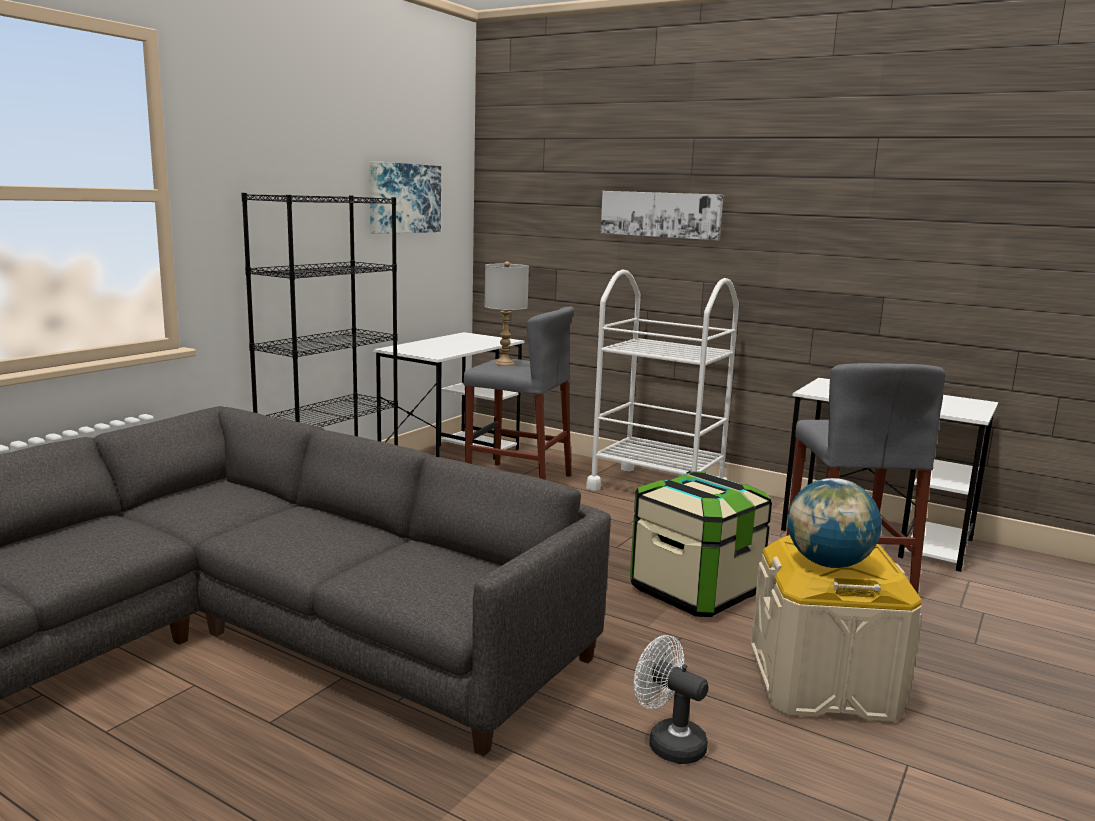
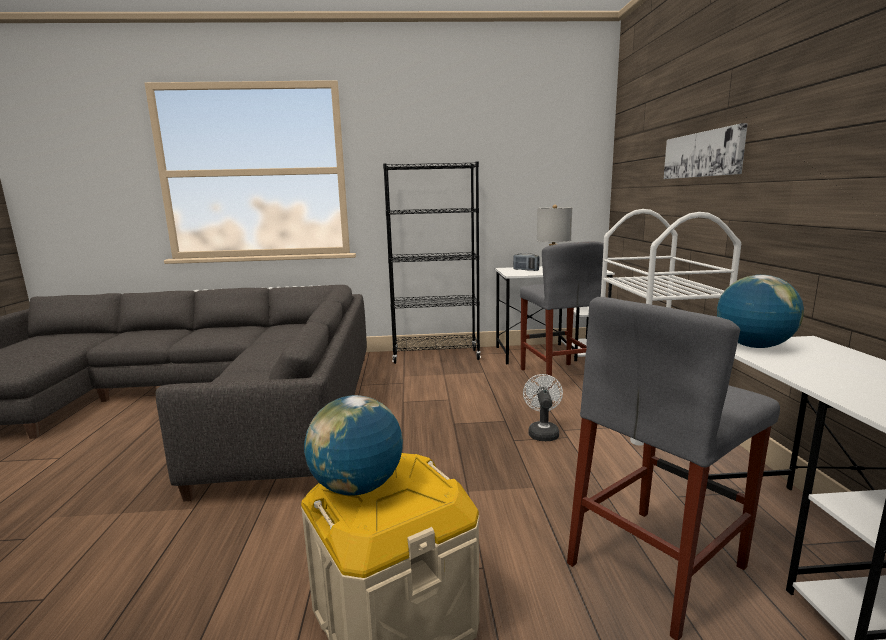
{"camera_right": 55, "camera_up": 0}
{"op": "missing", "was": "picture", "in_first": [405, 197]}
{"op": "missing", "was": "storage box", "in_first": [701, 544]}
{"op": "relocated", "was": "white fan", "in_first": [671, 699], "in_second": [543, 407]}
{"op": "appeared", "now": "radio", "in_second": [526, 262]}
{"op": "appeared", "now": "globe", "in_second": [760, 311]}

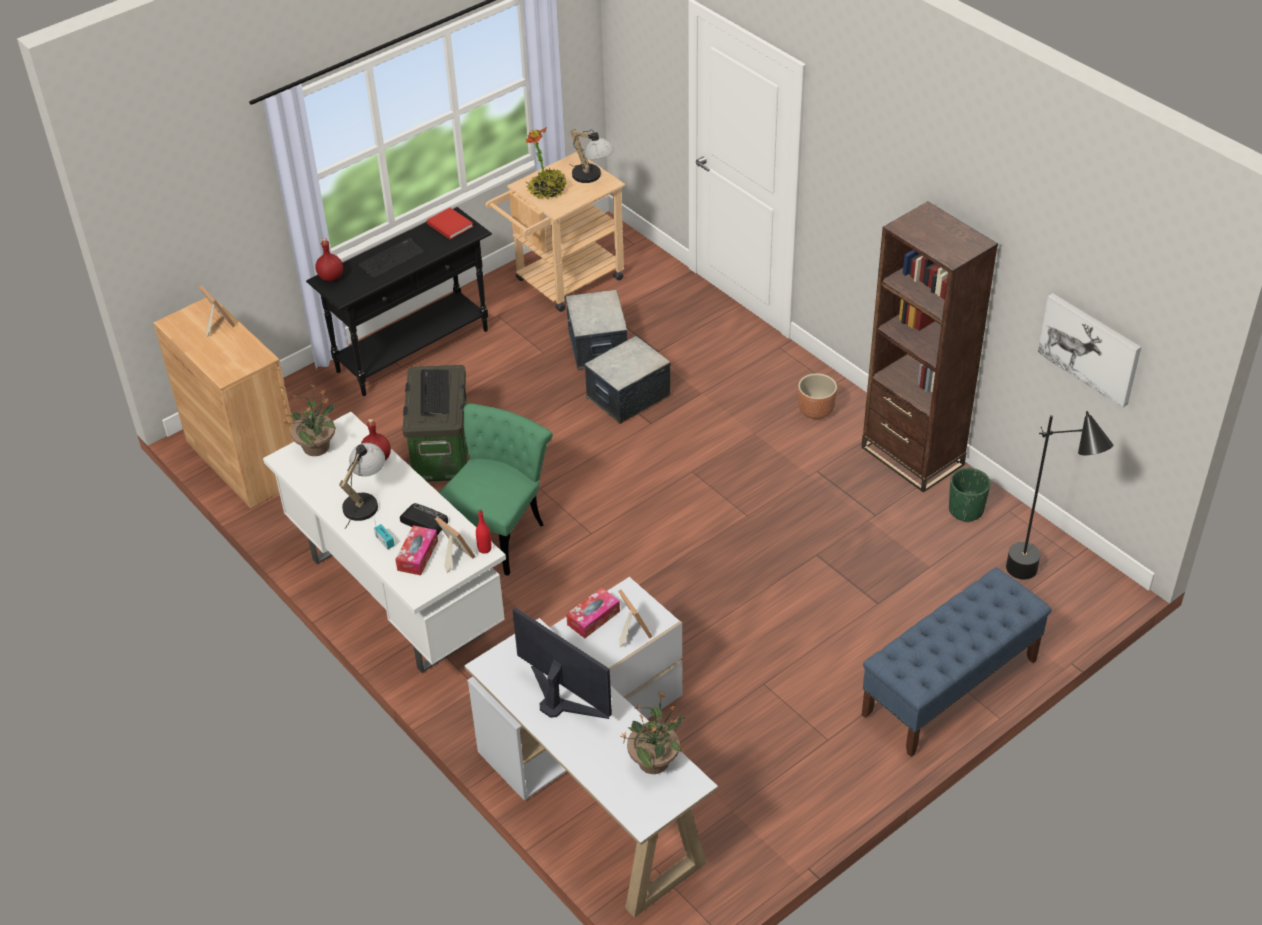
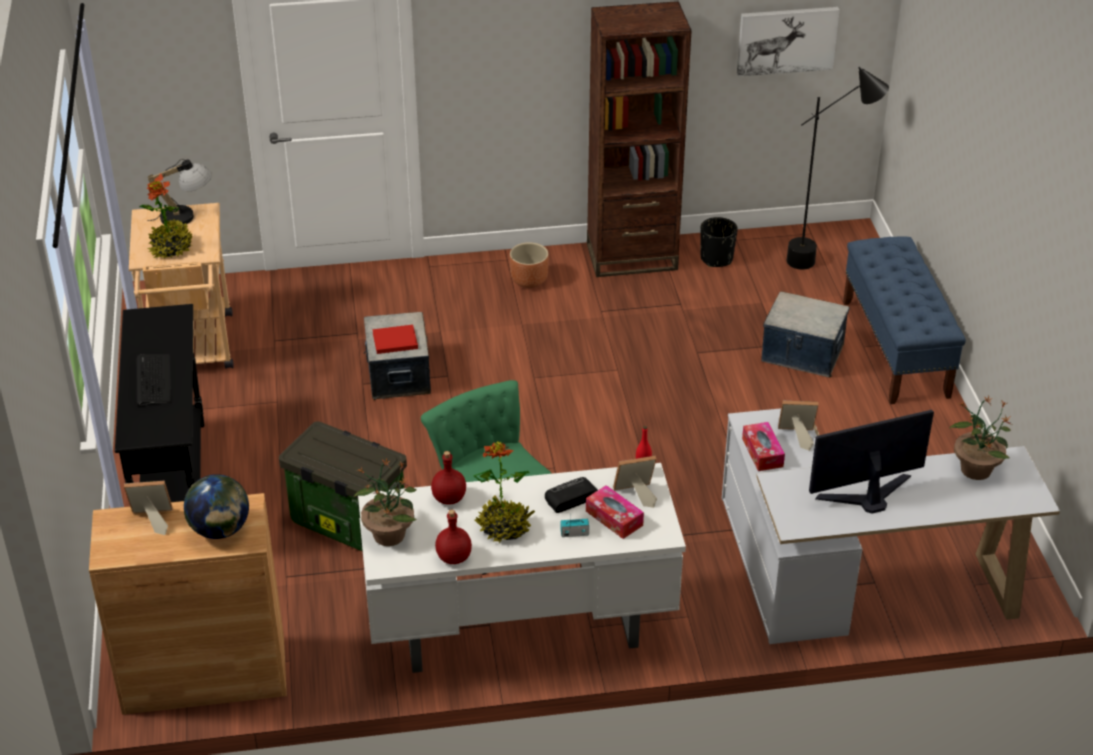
{"camera_right": -60, "camera_up": -5}
{"op": "relocated", "was": "red book", "in_first": [450, 223], "in_second": [395, 339]}
{"op": "relocated", "was": "red bottle", "in_first": [329, 260], "in_second": [453, 537]}
{"op": "relocated", "was": "storage box", "in_first": [596, 330], "in_second": [805, 334]}
{"op": "missing", "was": "keyboard", "in_first": [435, 392]}
{"op": "exchanged", "was": "table lamp", "now": "potted plant", "in_first": [362, 486], "in_second": [504, 492]}
{"op": "colour", "was": "green planter", "now": "black planter", "in_first": [970, 495], "in_second": [719, 242]}
{"op": "appeared", "now": "globe", "in_second": [216, 506]}

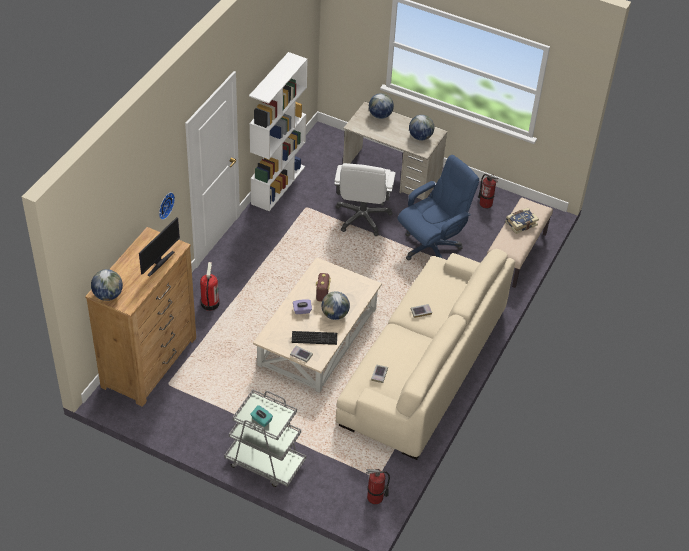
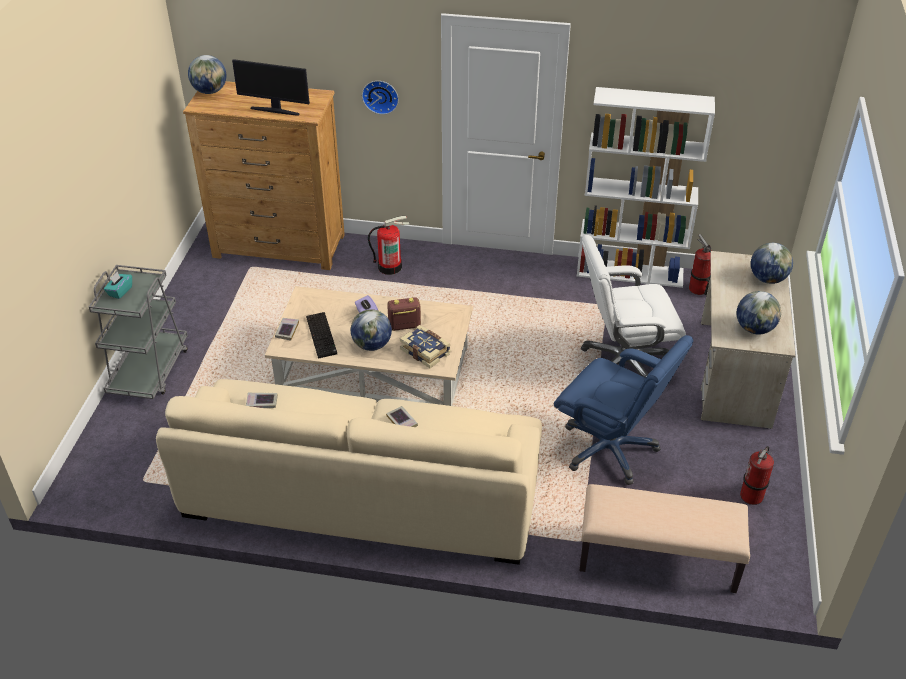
{"camera_right": 75, "camera_up": -5}
{"op": "relocated", "was": "book", "in_first": [522, 221], "in_second": [425, 346]}
{"op": "relocated", "was": "fire extinguisher", "in_first": [378, 486], "in_second": [700, 264]}

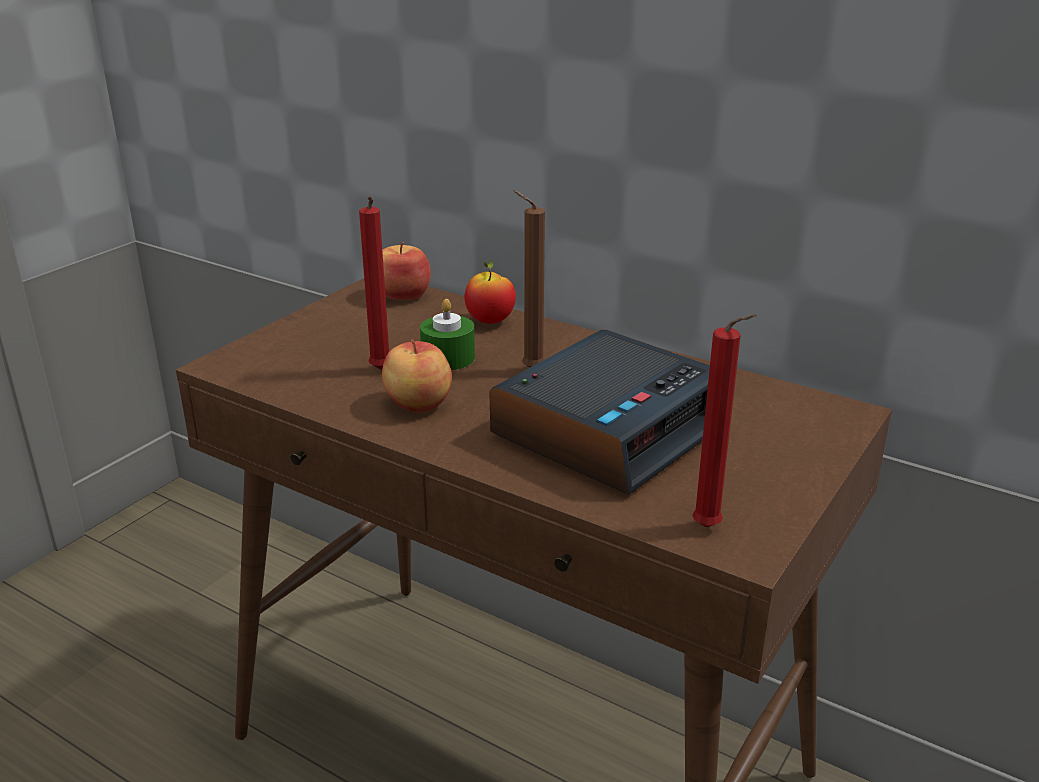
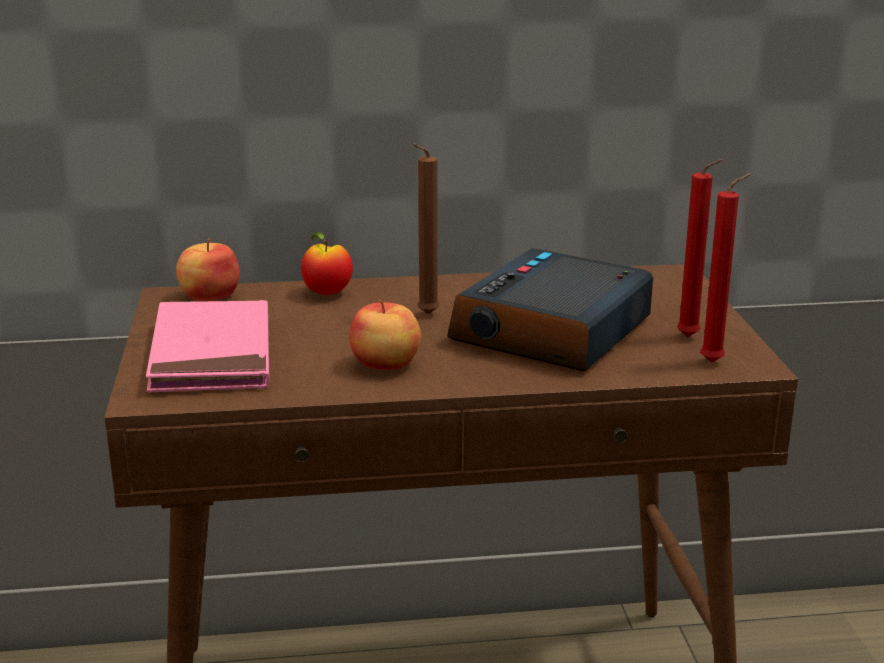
{"camera_right": -40, "camera_up": -5}
{"op": "relocated", "was": "red candle", "in_first": [374, 283], "in_second": [700, 248]}
{"op": "missing", "was": "green candle", "in_first": [447, 334]}
{"op": "spun", "was": "alarm clock", "in_first": [599, 412], "in_second": [550, 309], "clockwise": -150}
{"op": "appeared", "now": "pink book", "in_second": [207, 346]}

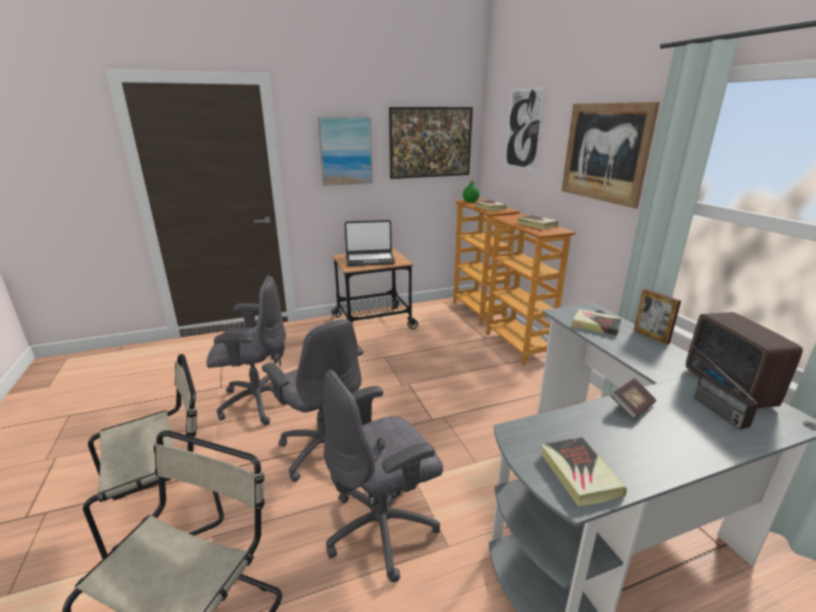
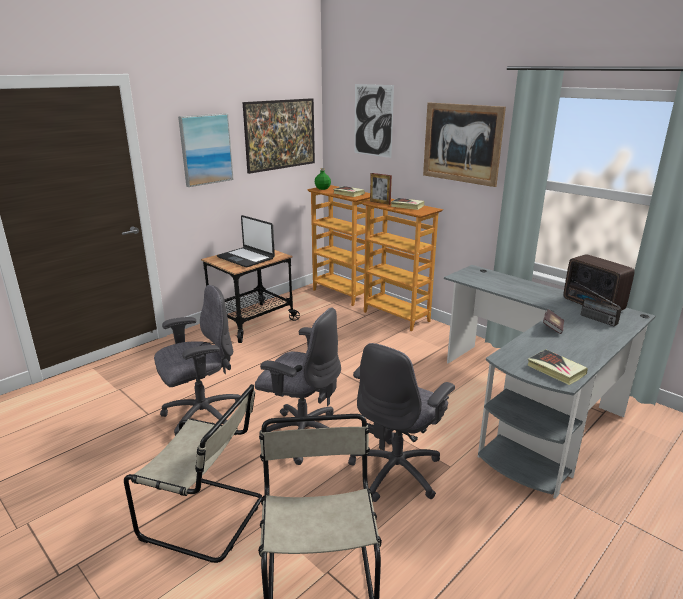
{"camera_right": -25, "camera_up": 0}
{"op": "spun", "was": "laptop", "in_first": [370, 243], "in_second": [246, 241], "clockwise": 75}
{"op": "relocated", "was": "picture frame", "in_first": [657, 317], "in_second": [381, 189]}
{"op": "missing", "was": "book", "in_first": [596, 322]}
{"op": "spun", "was": "beige chair", "in_first": [153, 456], "in_second": [193, 473], "clockwise": 75}

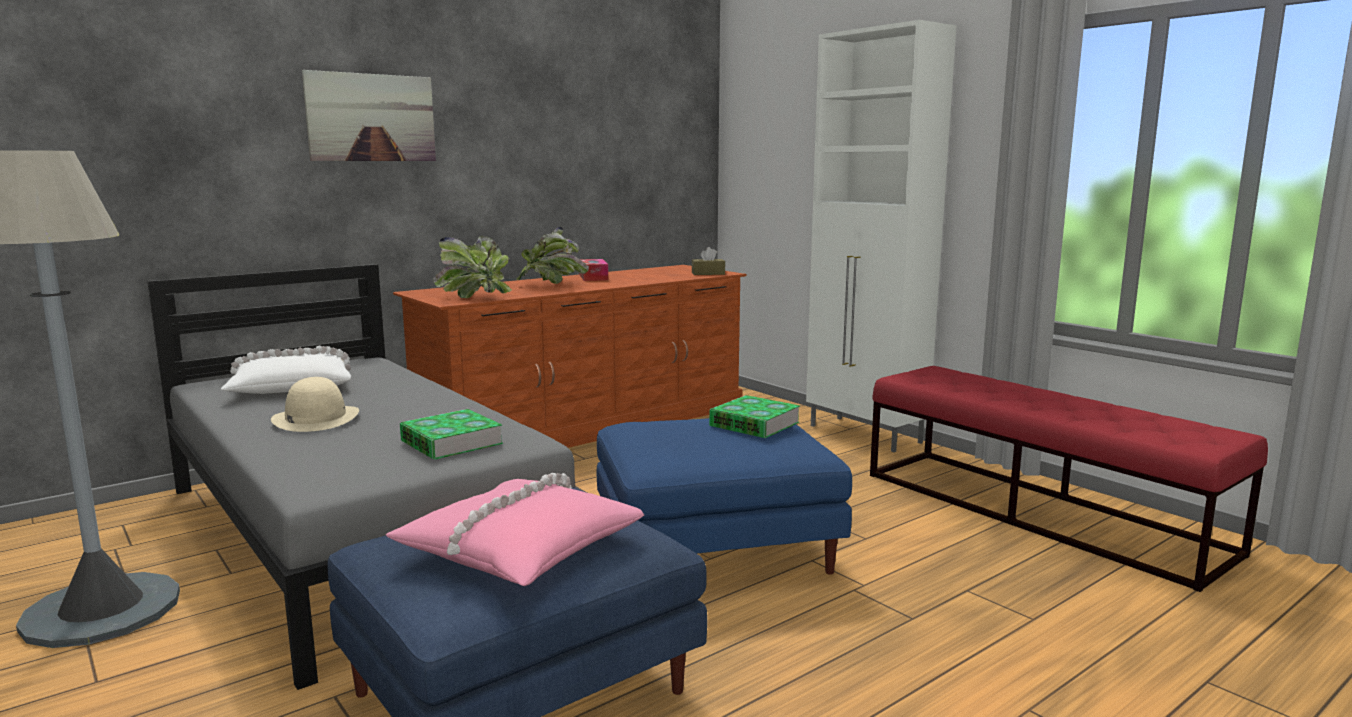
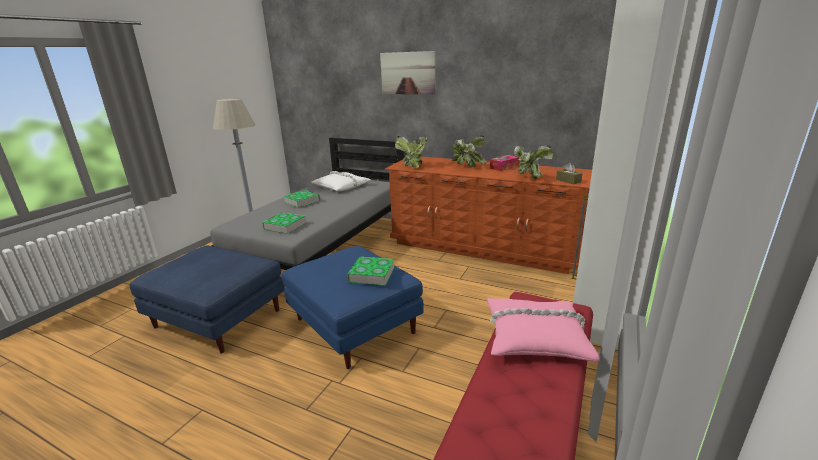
{"camera_right": 65, "camera_up": 10}
{"op": "exchanged", "was": "beige hat", "now": "book", "in_first": [315, 404], "in_second": [302, 199]}
{"op": "relocated", "was": "pink pillow", "in_first": [515, 529], "in_second": [543, 329]}
{"op": "appeared", "now": "potted plant", "in_second": [533, 162]}

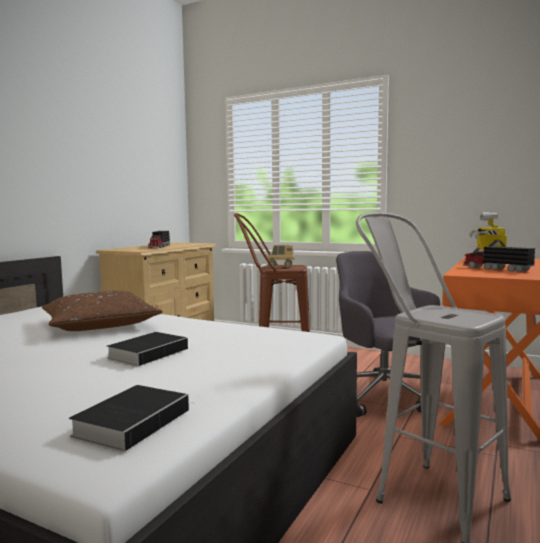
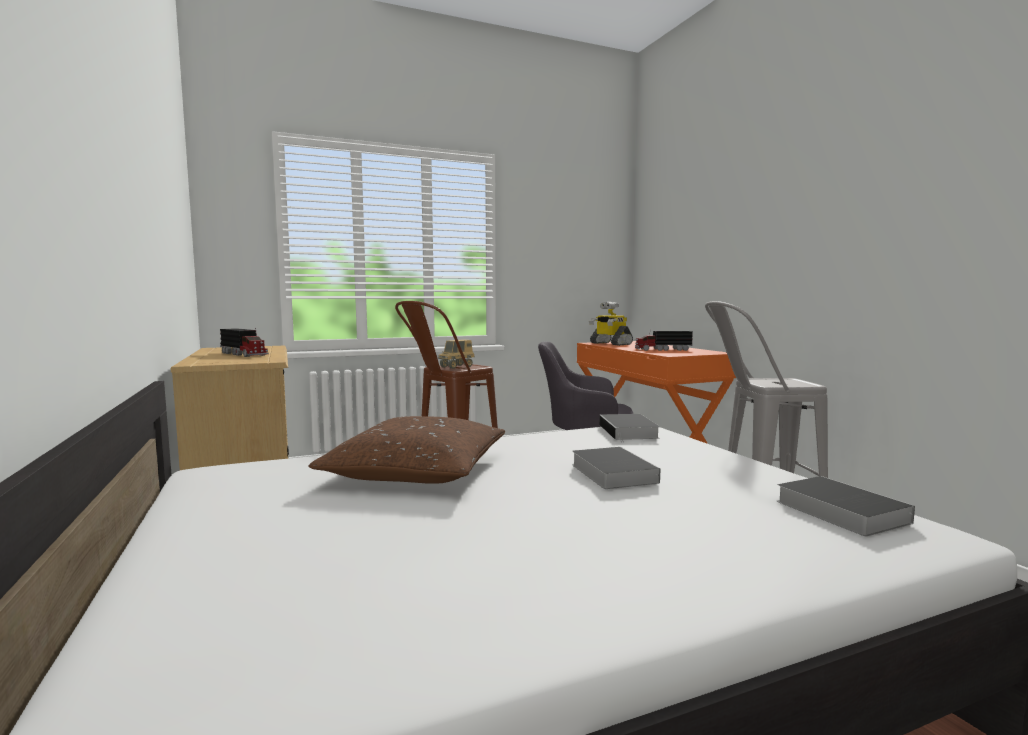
{"camera_right": -50, "camera_up": 0}
{"op": "appeared", "now": "book", "in_second": [629, 428]}

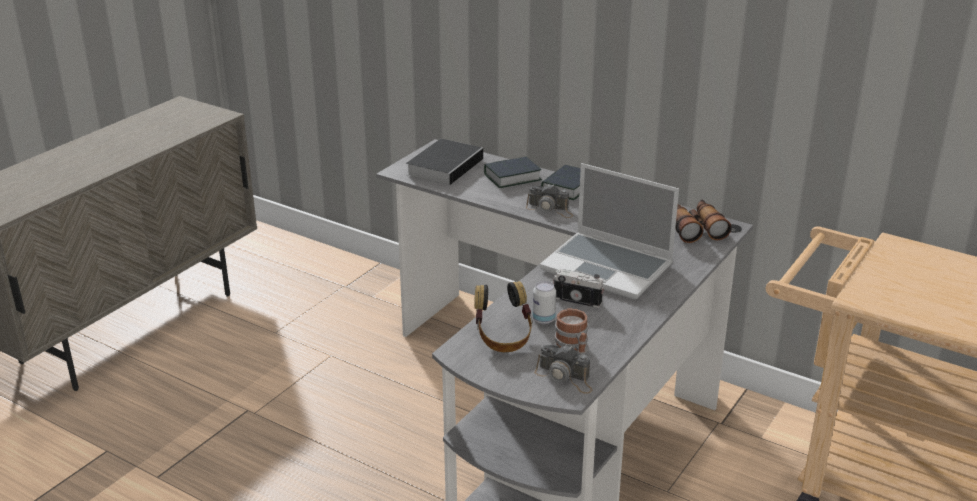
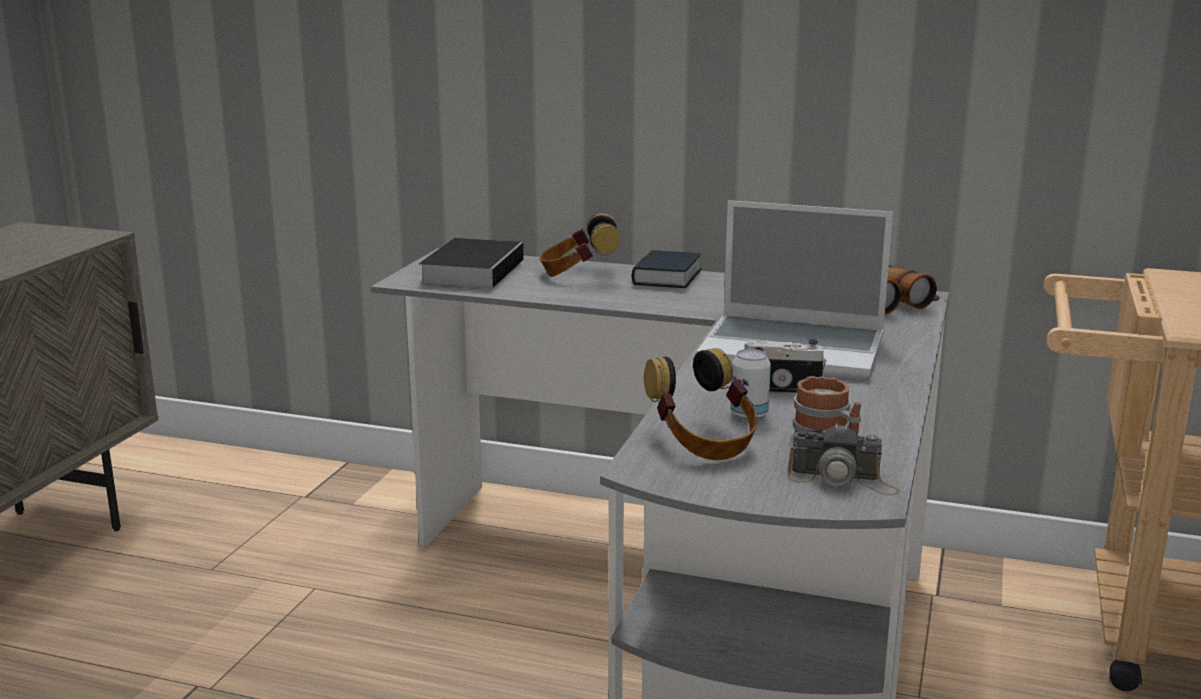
{"camera_right": -15, "camera_up": -10}
{"op": "exchanged", "was": "book", "now": "headphones", "in_first": [513, 172], "in_second": [580, 245]}
{"op": "missing", "was": "photo camera", "in_first": [549, 201]}

